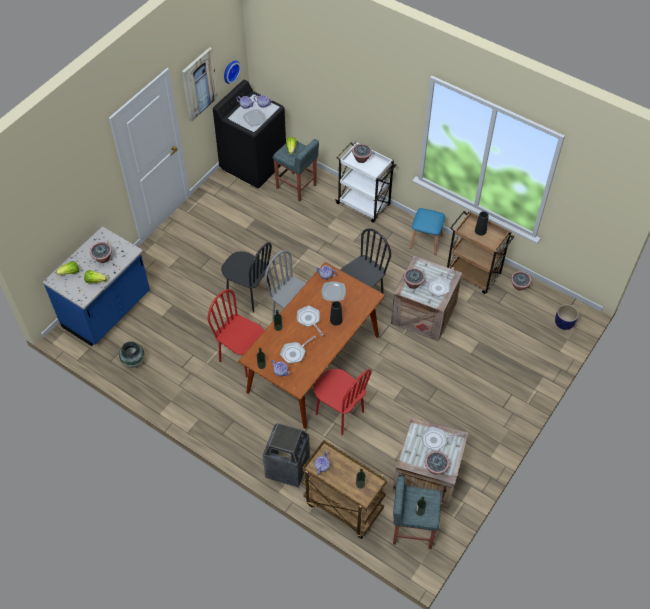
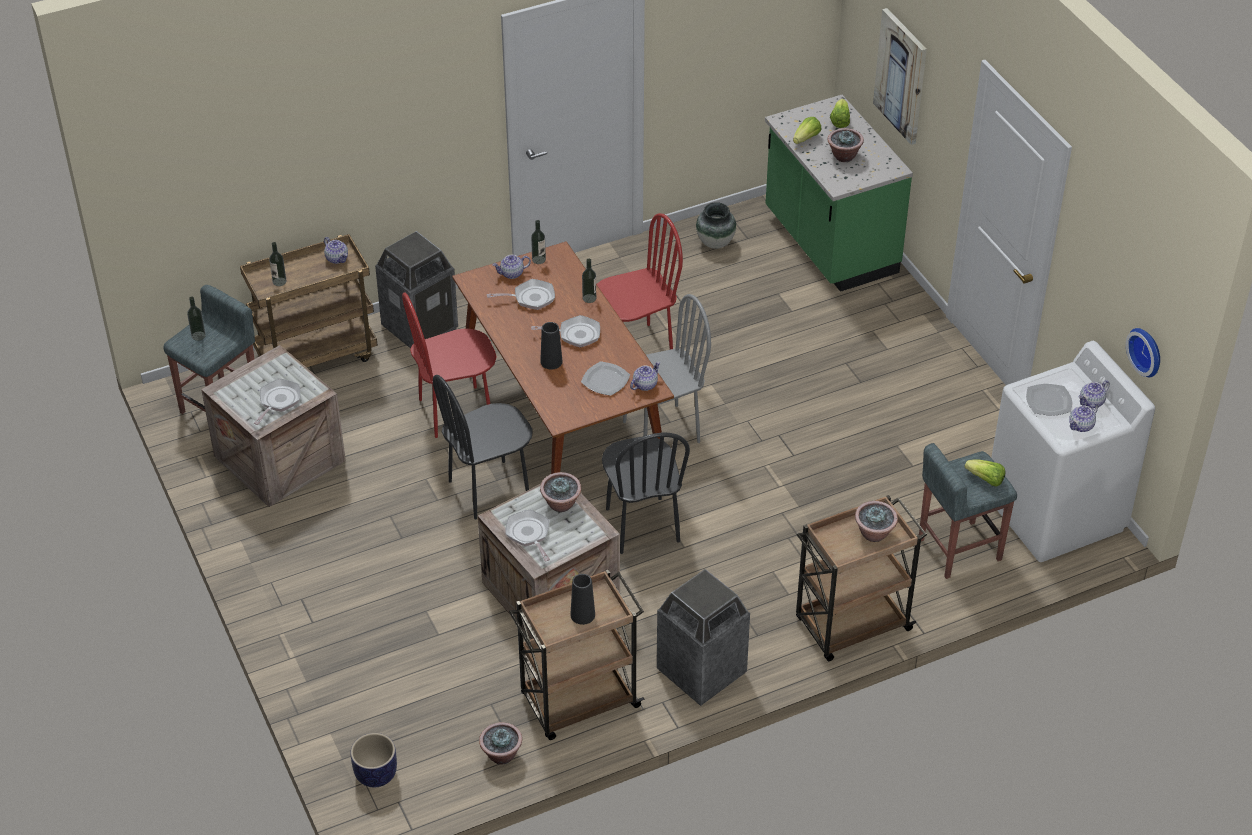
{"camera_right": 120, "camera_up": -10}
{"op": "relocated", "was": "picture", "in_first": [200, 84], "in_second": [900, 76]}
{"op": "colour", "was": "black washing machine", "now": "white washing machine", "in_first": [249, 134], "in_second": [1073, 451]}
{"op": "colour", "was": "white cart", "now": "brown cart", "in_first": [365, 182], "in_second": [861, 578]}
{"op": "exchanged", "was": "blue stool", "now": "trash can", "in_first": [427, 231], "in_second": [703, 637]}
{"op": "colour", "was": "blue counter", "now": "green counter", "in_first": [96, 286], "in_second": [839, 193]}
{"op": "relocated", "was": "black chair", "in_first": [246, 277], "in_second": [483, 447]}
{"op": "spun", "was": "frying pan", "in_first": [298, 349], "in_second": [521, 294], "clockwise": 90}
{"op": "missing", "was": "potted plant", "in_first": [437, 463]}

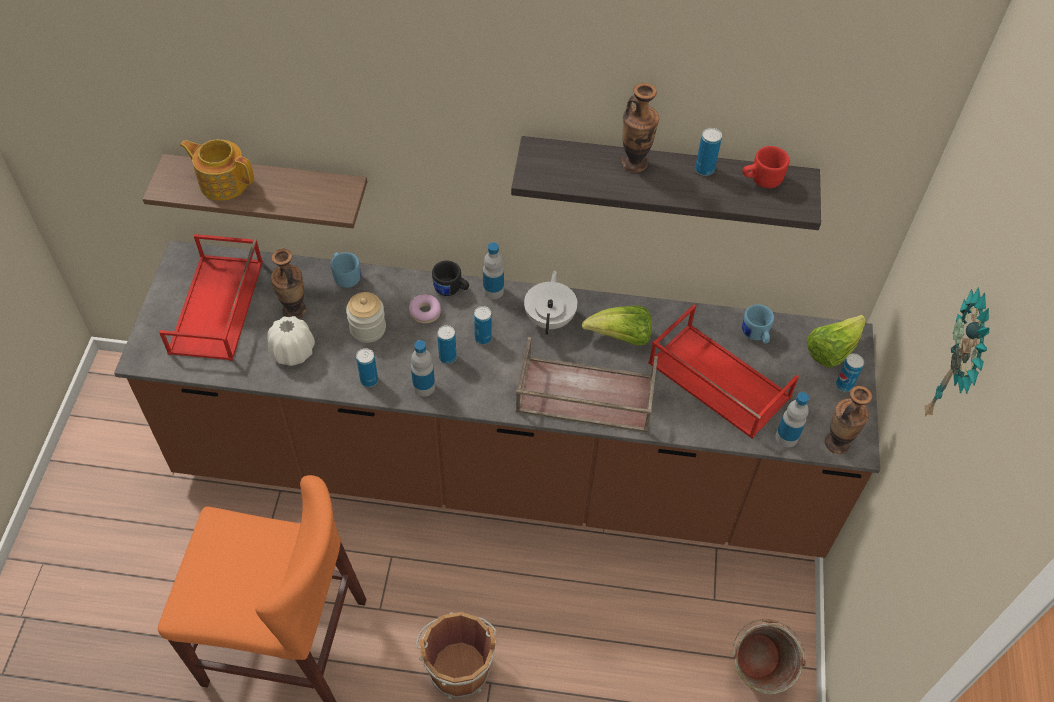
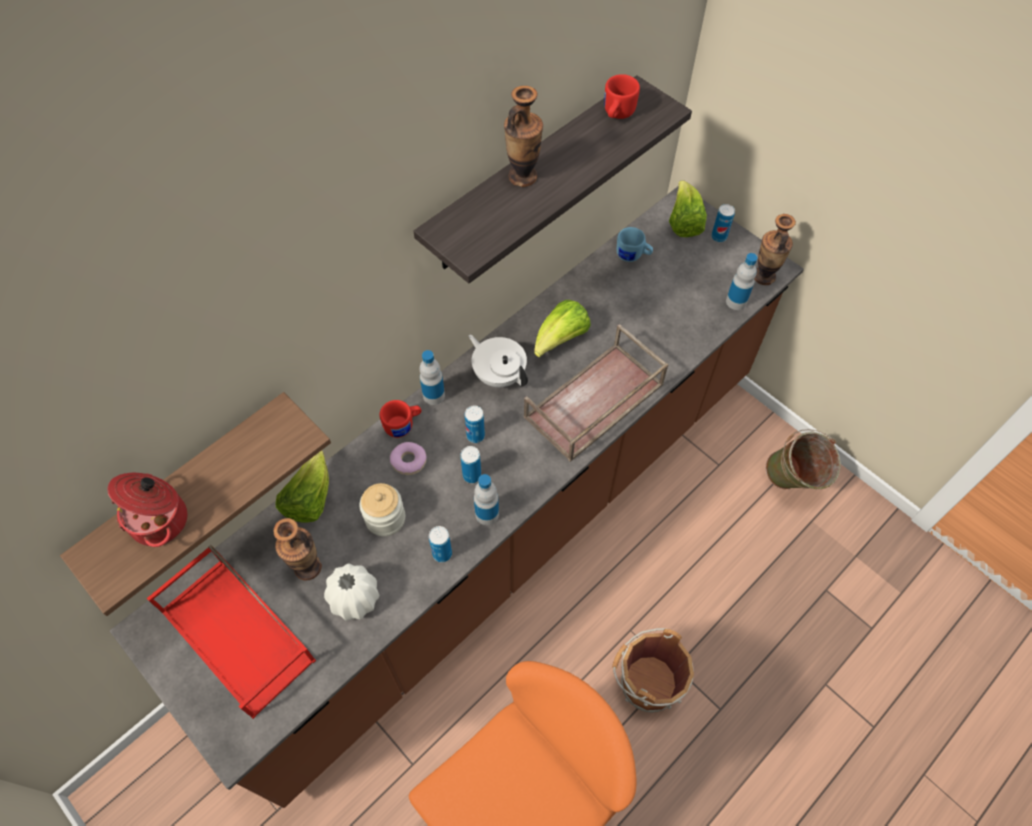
{"camera_right": -50, "camera_up": 5}
{"op": "missing", "was": "can", "in_first": [708, 152]}
{"op": "exchanged", "was": "teapot", "now": "cooking pot", "in_first": [217, 169], "in_second": [147, 510]}
{"op": "exchanged", "was": "blue mug", "now": "lettuce", "in_first": [346, 270], "in_second": [302, 486]}
{"op": "colour", "was": "black mug", "now": "red mug", "in_first": [450, 278], "in_second": [400, 419]}
{"op": "missing", "was": "wall clock", "in_first": [957, 352]}
{"op": "missing", "was": "red tray", "in_first": [723, 371]}

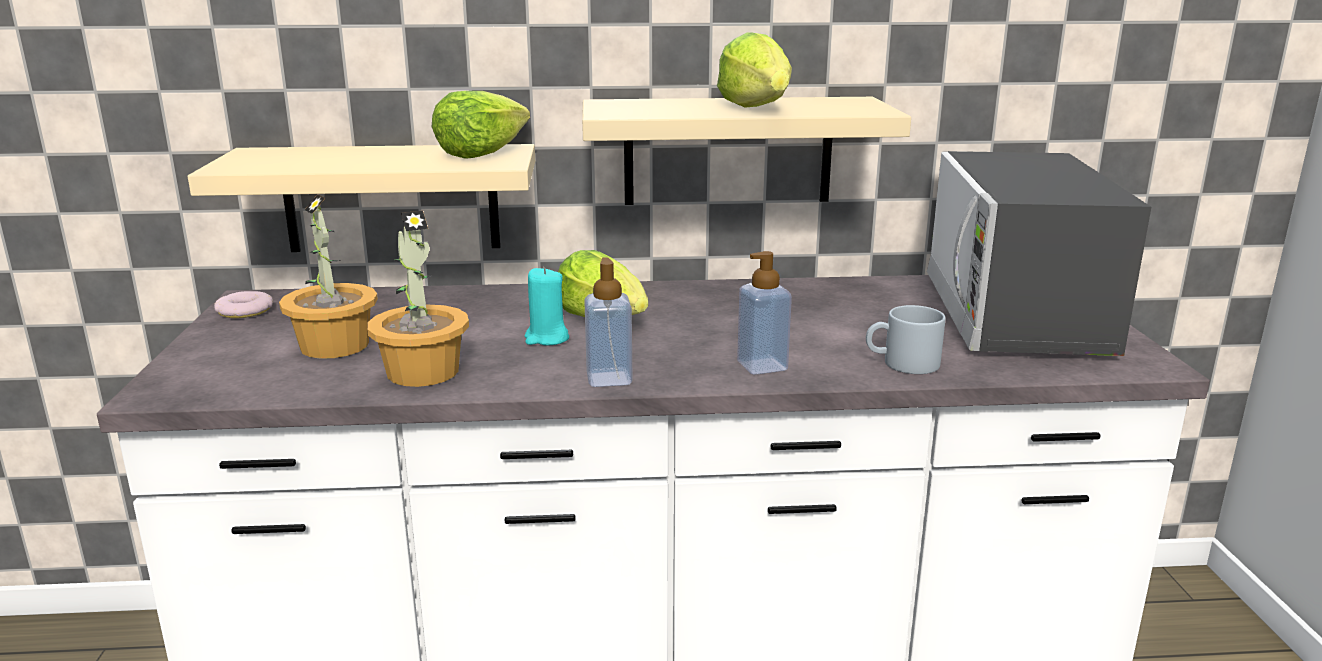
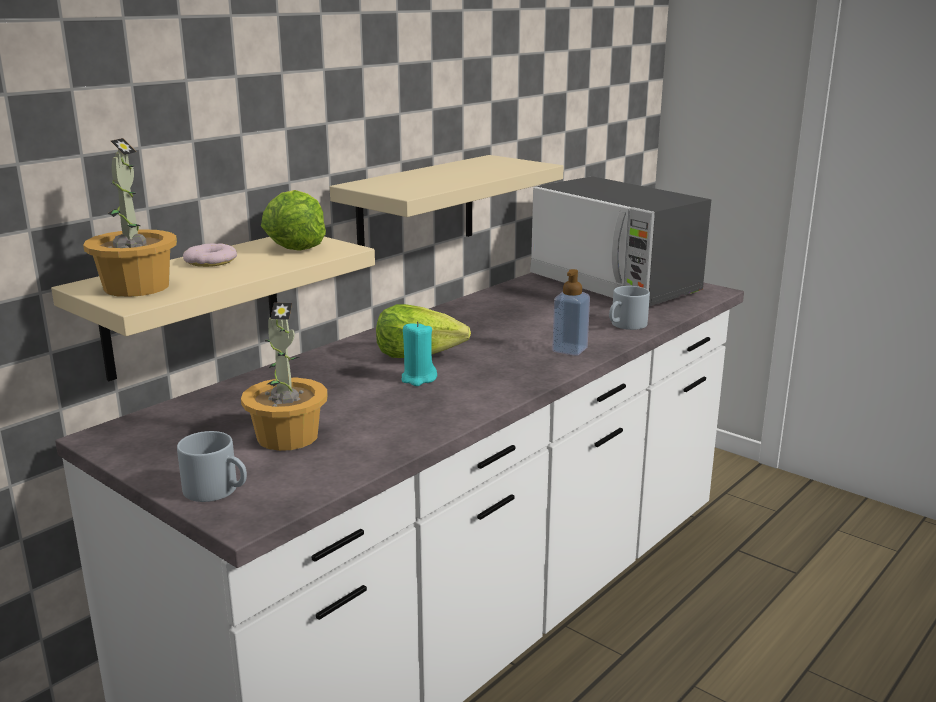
{"camera_right": -45, "camera_up": 0}
{"op": "missing", "was": "lettuce", "in_first": [754, 70]}
{"op": "relocated", "was": "potted plant", "in_first": [418, 299], "in_second": [130, 217]}
{"op": "missing", "was": "soap dispenser", "in_first": [608, 322]}
{"op": "relocated", "was": "donut", "in_first": [243, 304], "in_second": [210, 255]}
{"op": "appeared", "now": "grey mug", "in_second": [212, 466]}

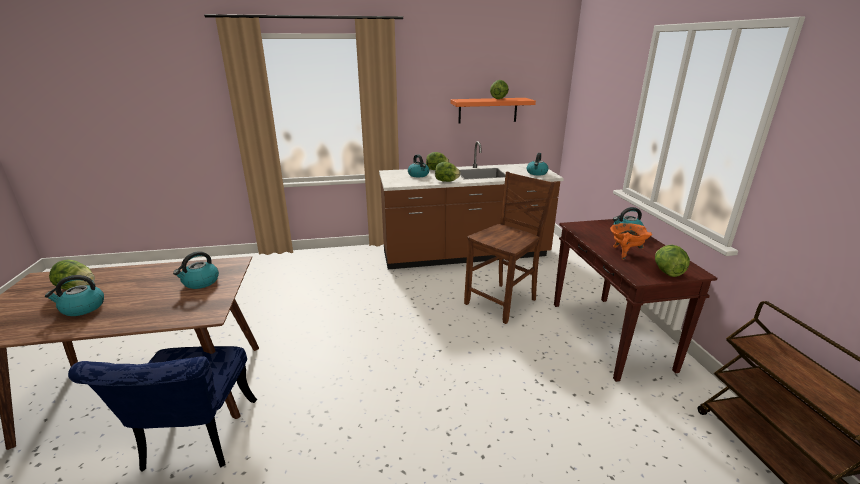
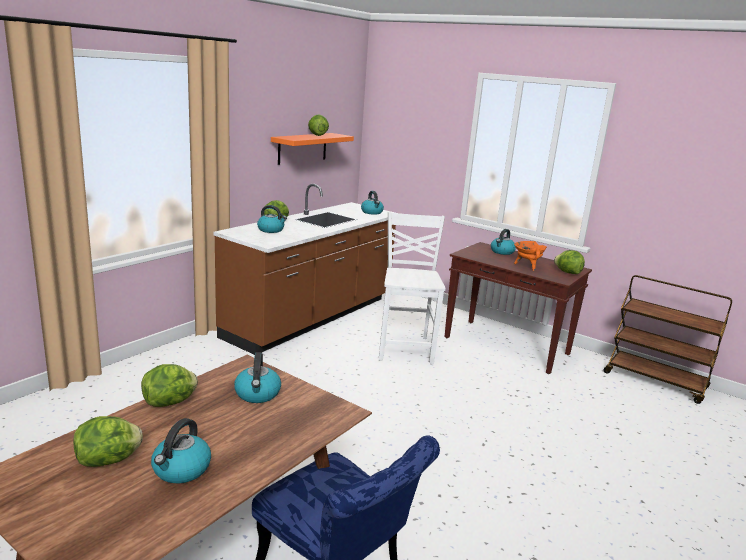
{"camera_right": -45, "camera_up": -5}
{"op": "relocated", "was": "lettuce", "in_first": [447, 172], "in_second": [169, 385]}
{"op": "colour", "was": "brown chair", "now": "white chair", "in_first": [510, 248], "in_second": [412, 288]}

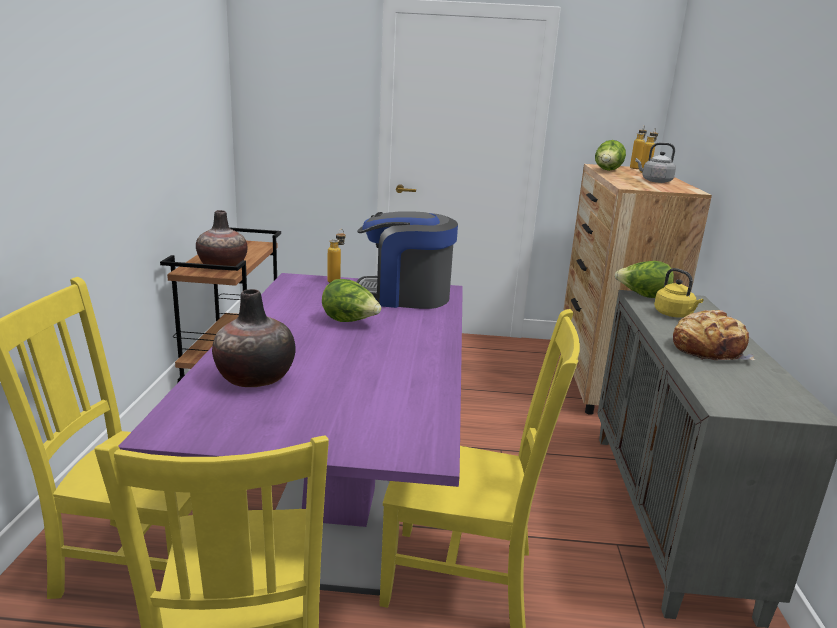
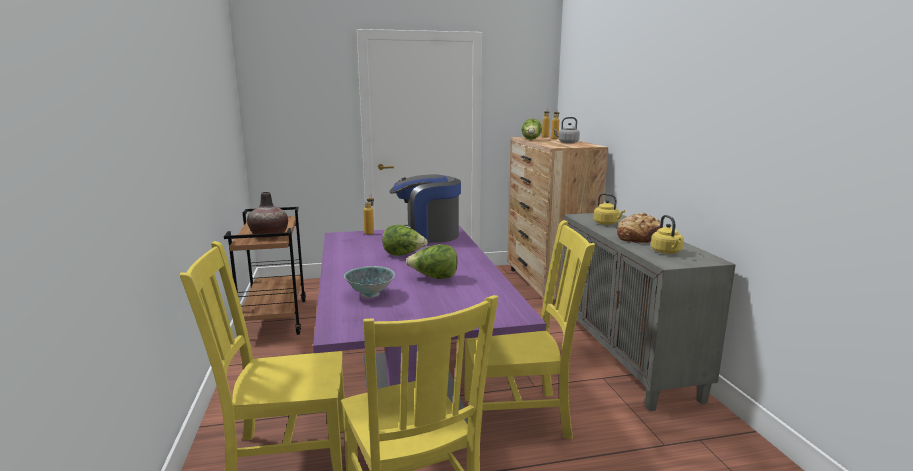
{"camera_right": -15, "camera_up": -5}
{"op": "relocated", "was": "lettuce", "in_first": [644, 279], "in_second": [432, 261]}
{"op": "exchanged", "was": "vase", "now": "bowl", "in_first": [254, 338], "in_second": [369, 282]}
{"op": "appeared", "now": "yellow kettle", "in_second": [667, 234]}

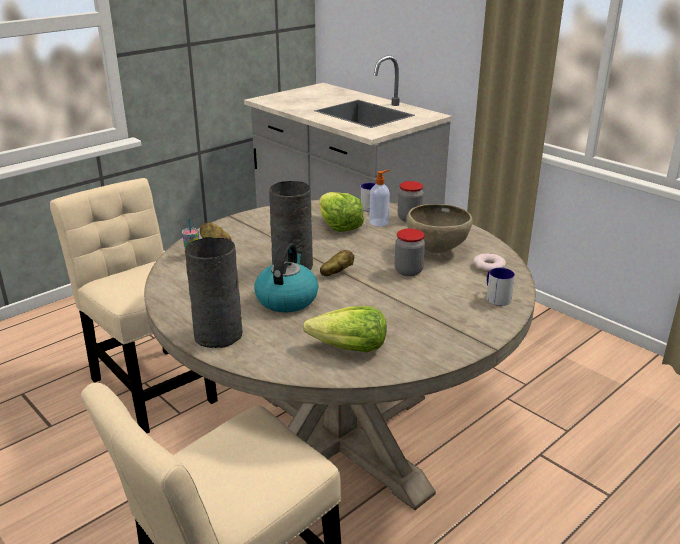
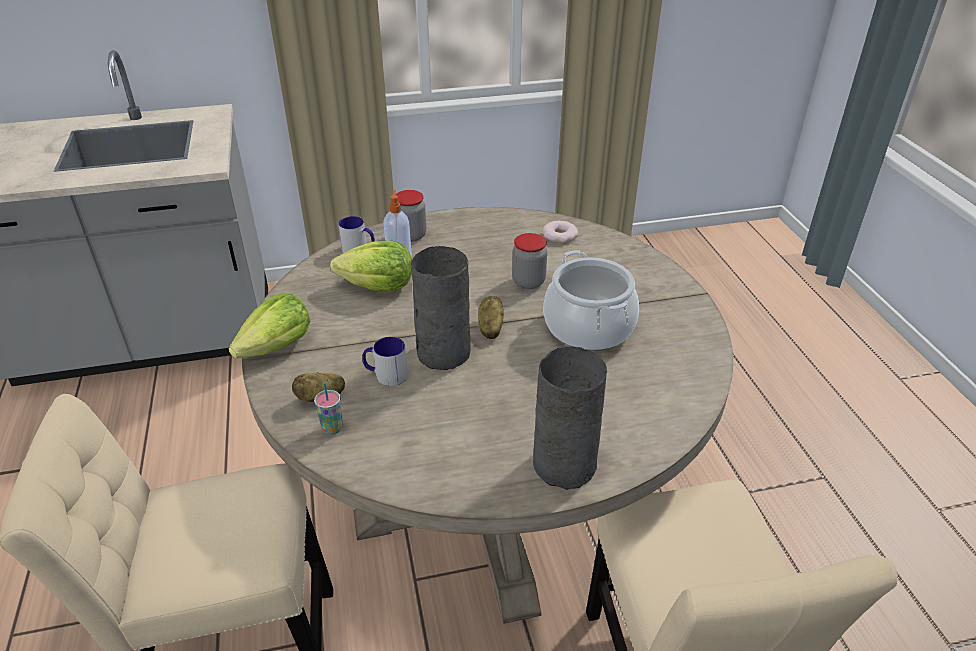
{"camera_right": -60, "camera_up": 10}
{"op": "missing", "was": "brown bowl", "in_first": [439, 228]}
{"op": "missing", "was": "kettle", "in_first": [286, 278]}
{"op": "relocated", "was": "mug", "in_first": [501, 287], "in_second": [385, 361]}
{"op": "relocated", "was": "lettuce", "in_first": [345, 329], "in_second": [269, 326]}
{"op": "appeared", "now": "cooking pot", "in_second": [591, 300]}

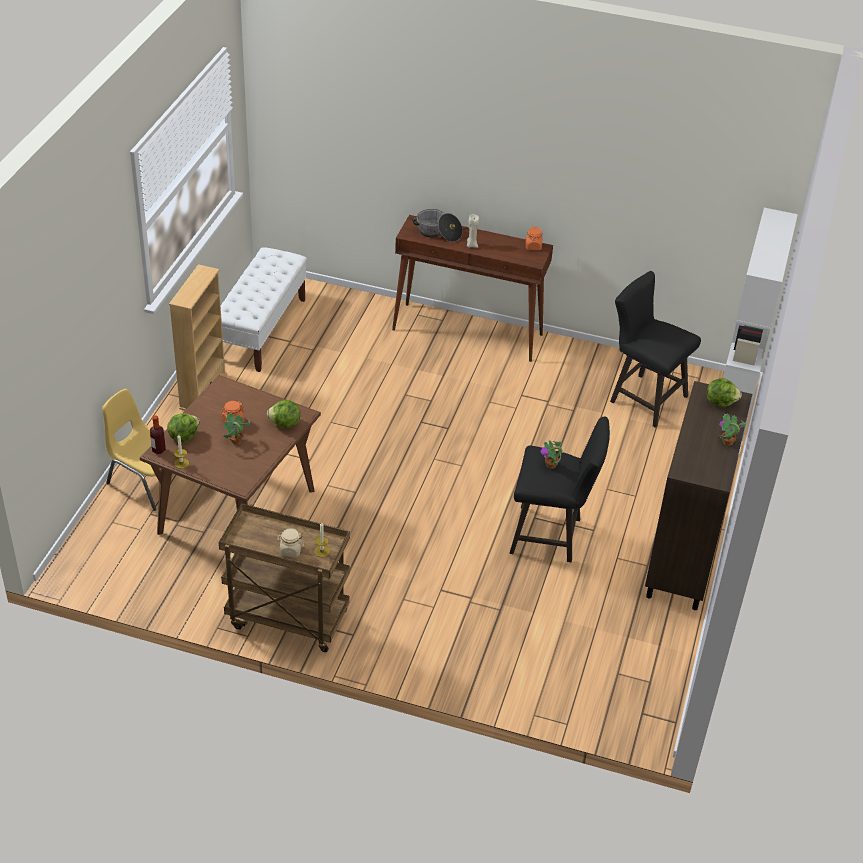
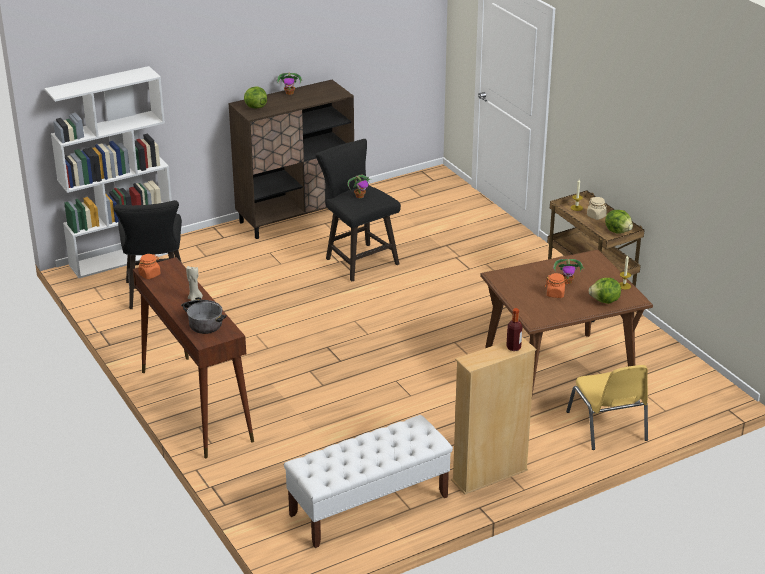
{"camera_right": -135, "camera_up": -10}
{"op": "relocated", "was": "lettuce", "in_first": [284, 414], "in_second": [619, 222]}
{"op": "relocated", "was": "bottle", "in_first": [158, 434], "in_second": [514, 329]}

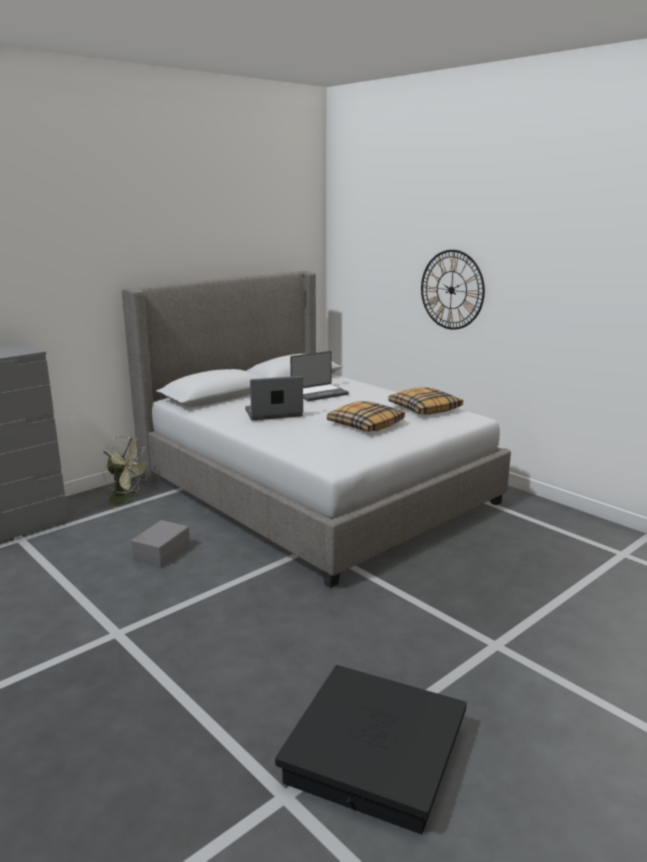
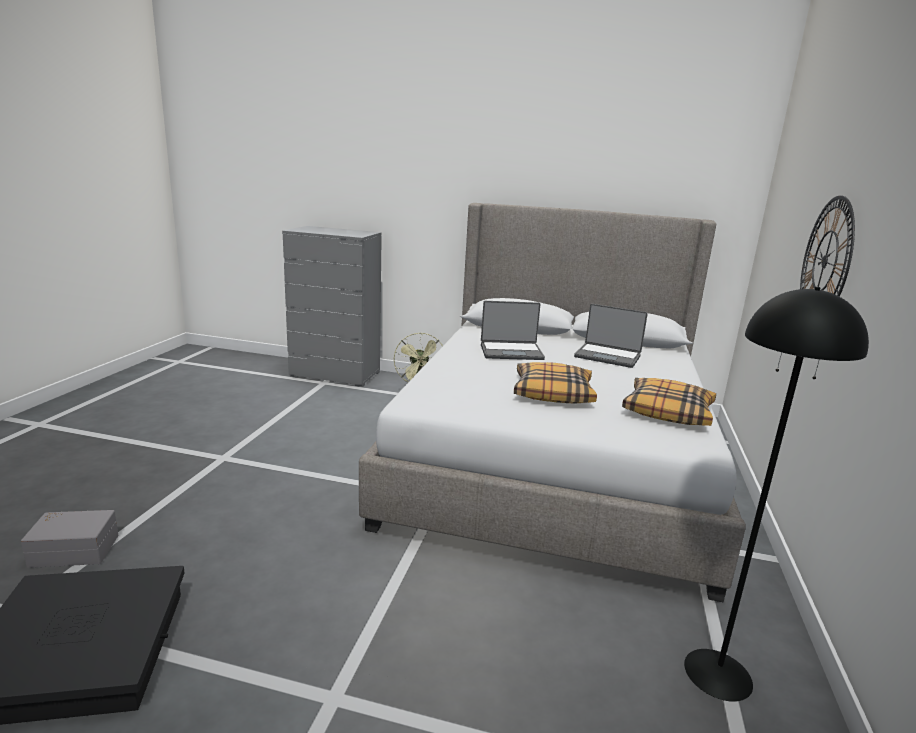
{"camera_right": 55, "camera_up": 0}
{"op": "spun", "was": "laptop", "in_first": [274, 398], "in_second": [513, 330], "clockwise": 135}
{"op": "relocated", "was": "grey storage box", "in_first": [160, 544], "in_second": [70, 539]}
{"op": "appeared", "now": "black floor lamp", "in_second": [776, 494]}

